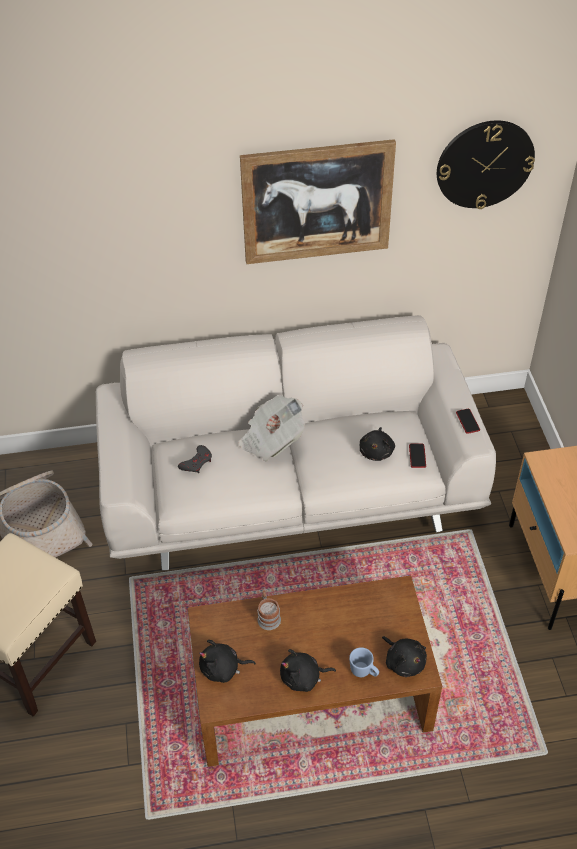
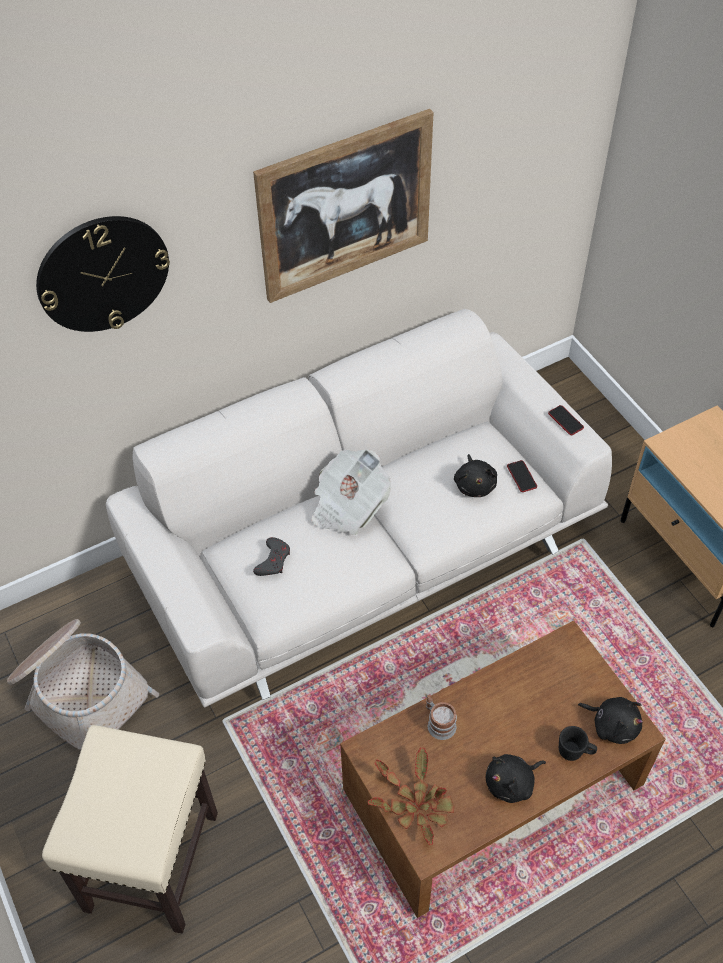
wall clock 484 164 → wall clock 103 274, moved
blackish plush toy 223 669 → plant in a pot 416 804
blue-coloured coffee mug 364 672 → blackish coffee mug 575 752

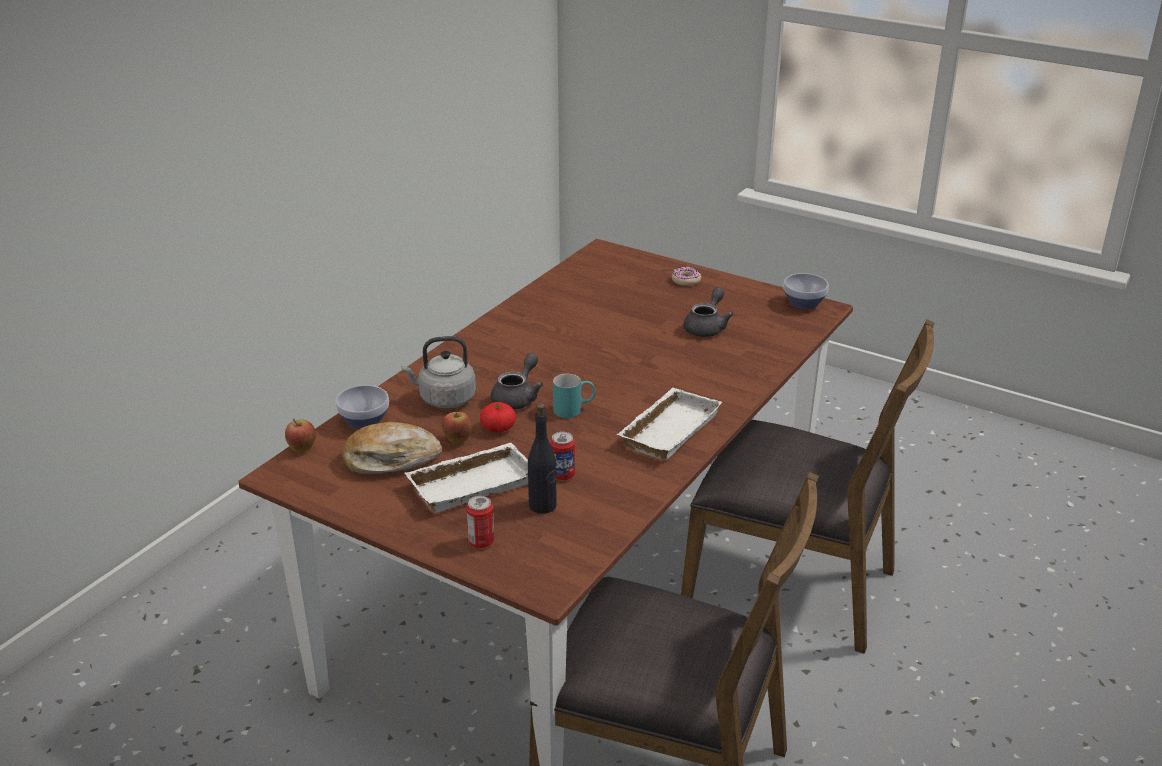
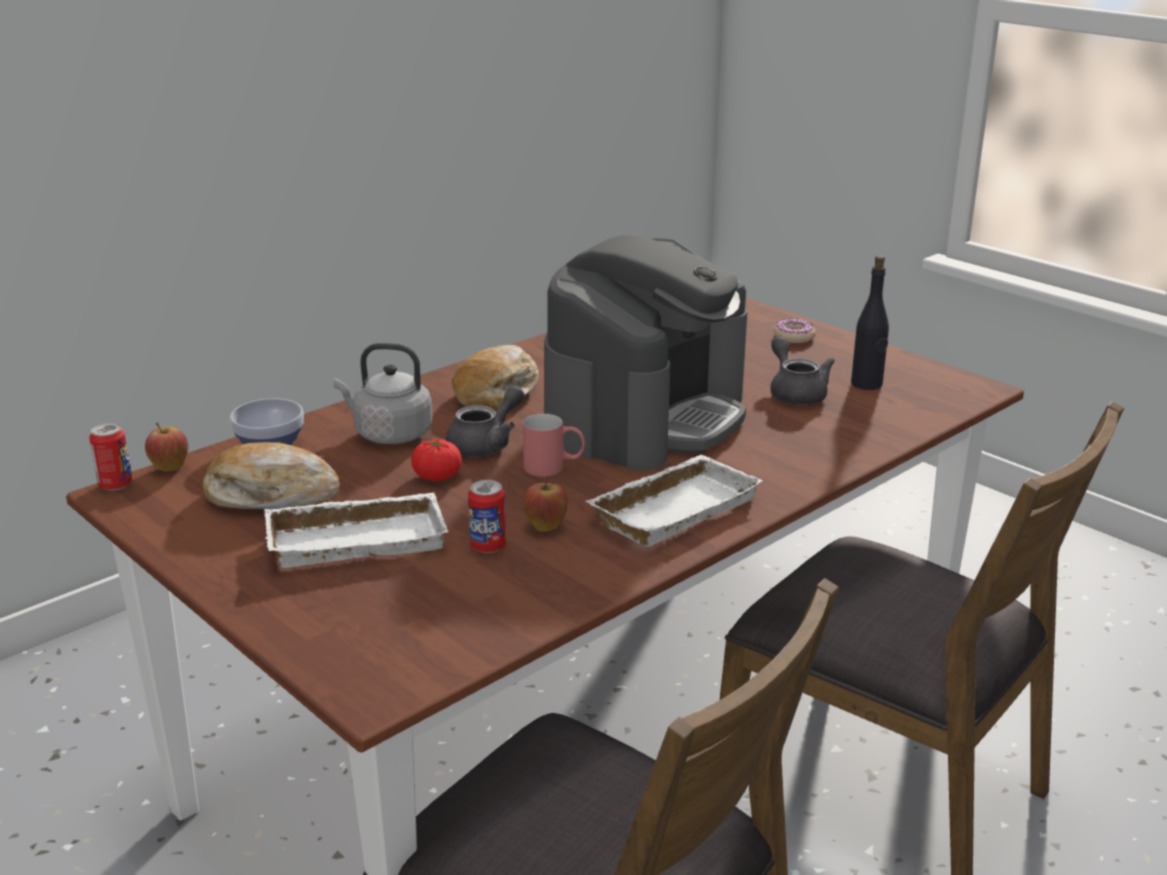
can 481 542 → can 115 485, moved
- → baked bread 497 392
turquoise-coloured coffee mug 574 410 → red coffee mug 554 467
whole apple 457 441 → whole apple 545 527, moved
- → coffee machine 646 416
gray tea pot 707 327 → gray tea pot 795 392, 60 degrees counterclockwise
blackish beverage bottle 543 506 → blackish beverage bottle 867 384, moved
bowl 804 304 → -

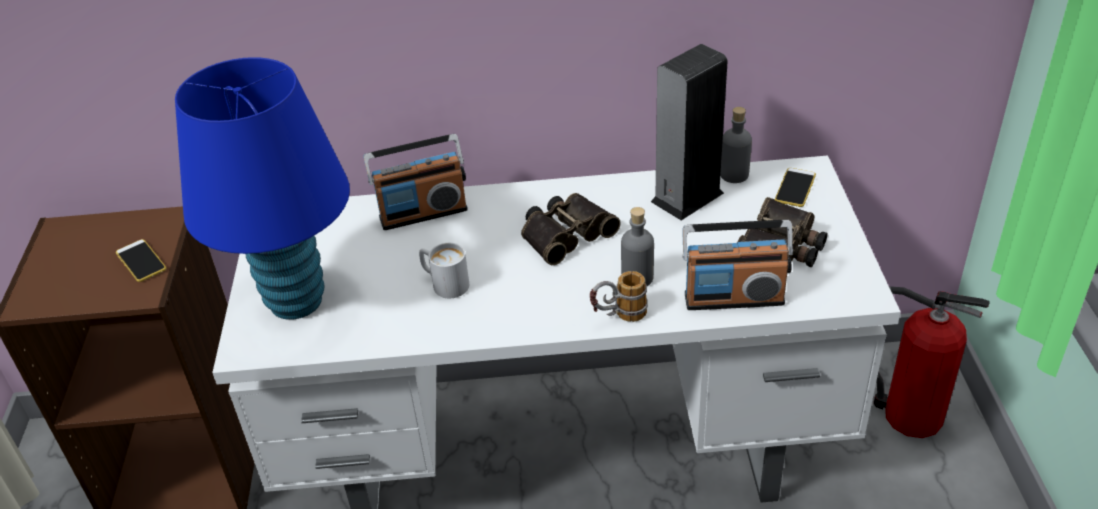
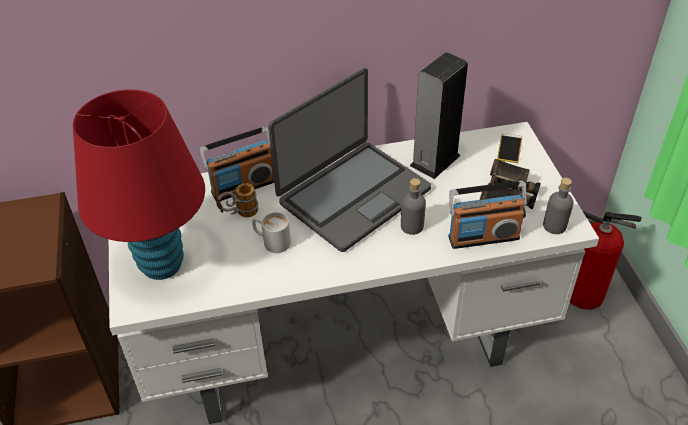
blue-coloured table lamp 296 301 → red table lamp 162 265
coffee mug 618 316 → coffee mug 239 214, moved
pair of binoculars 565 233 → notebook computer 353 195
gray beverage bottle 734 174 → gray beverage bottle 554 226, moved
telephone 141 261 → -

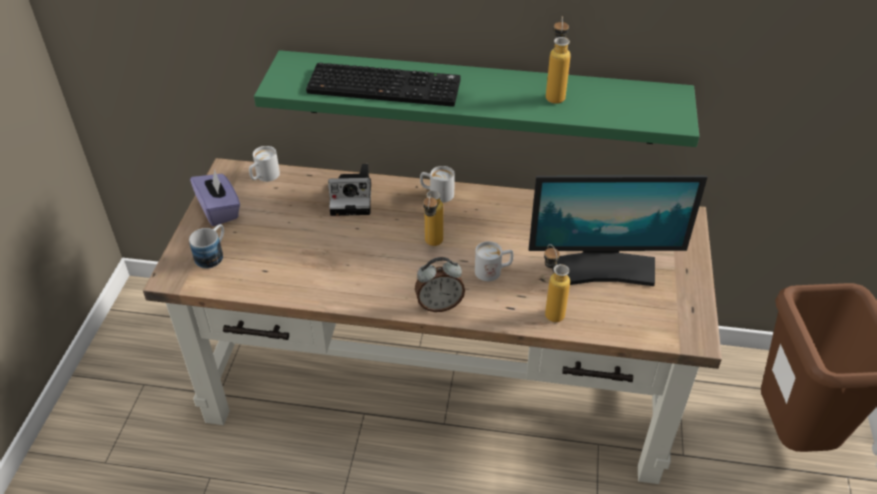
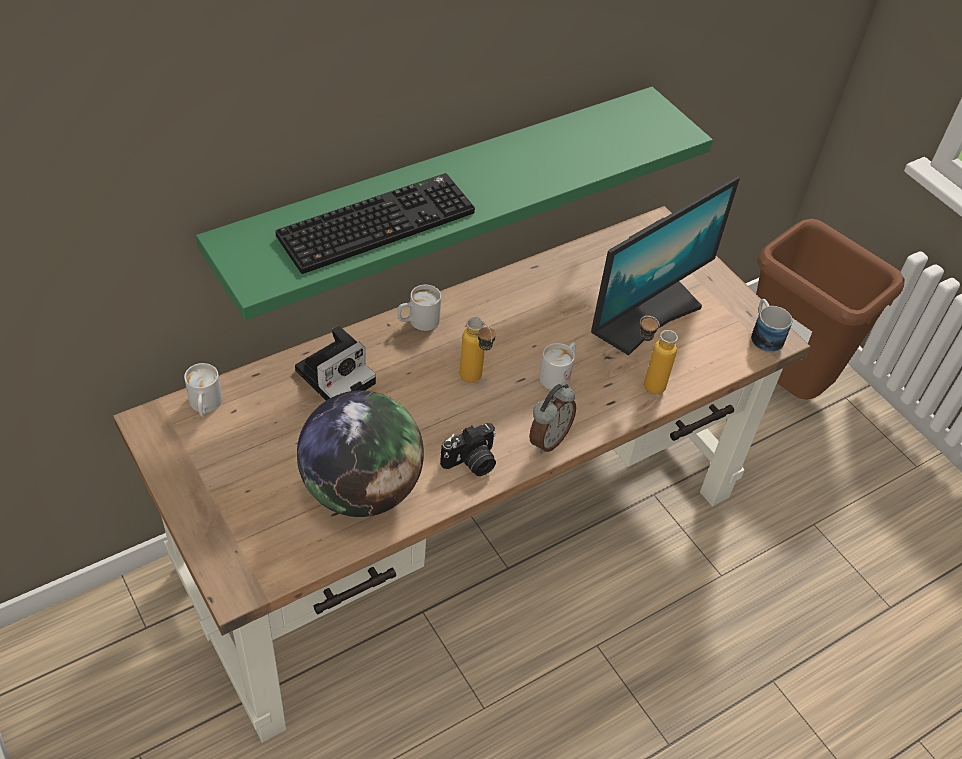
- → desk globe 361 489
- → still camera 471 462
coffee mug 213 254 → coffee mug 764 335, moved
purplish box of tissues 219 210 → -
beverage bottle 554 94 → -

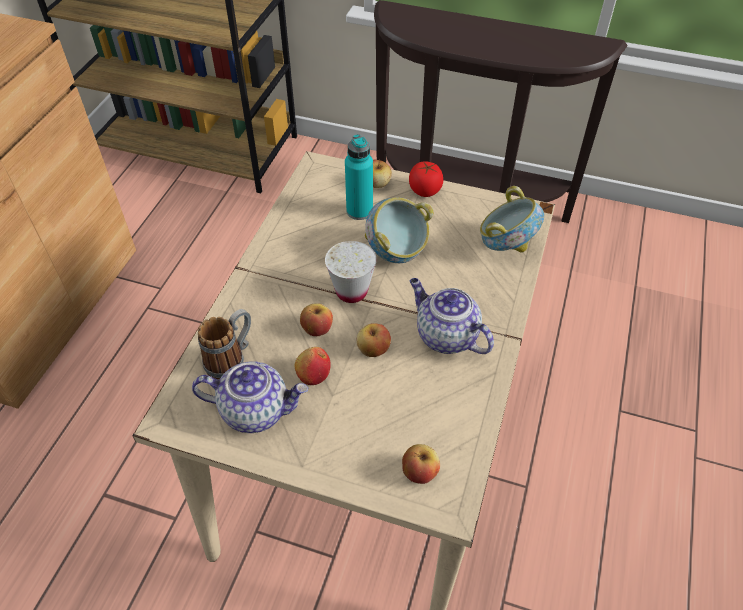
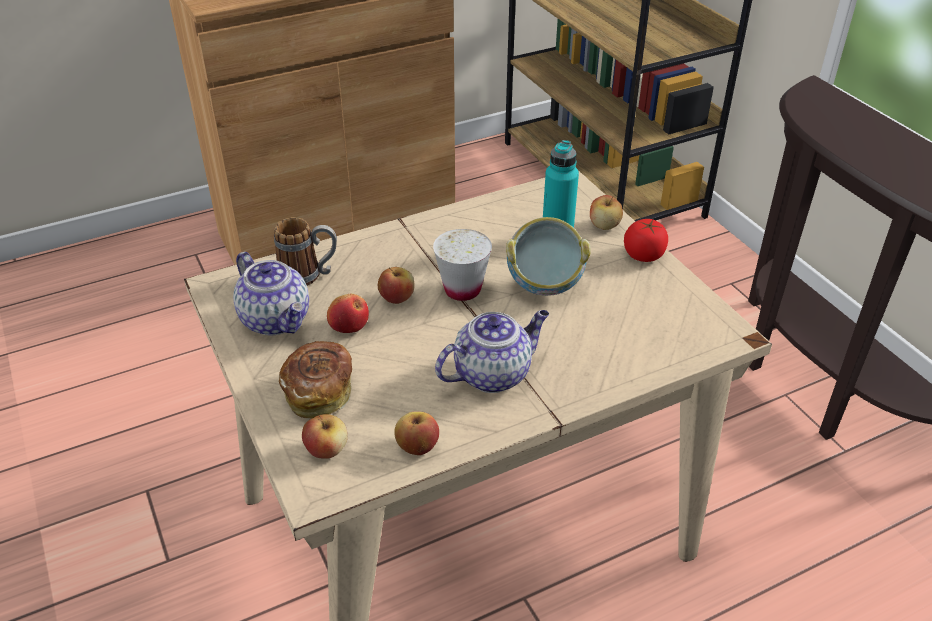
- → baked bread 319 392
whole apple 373 349 → whole apple 417 446, moved
tea pot 445 336 → tea pot 493 373, 60 degrees clockwise
bowl 506 245 → -

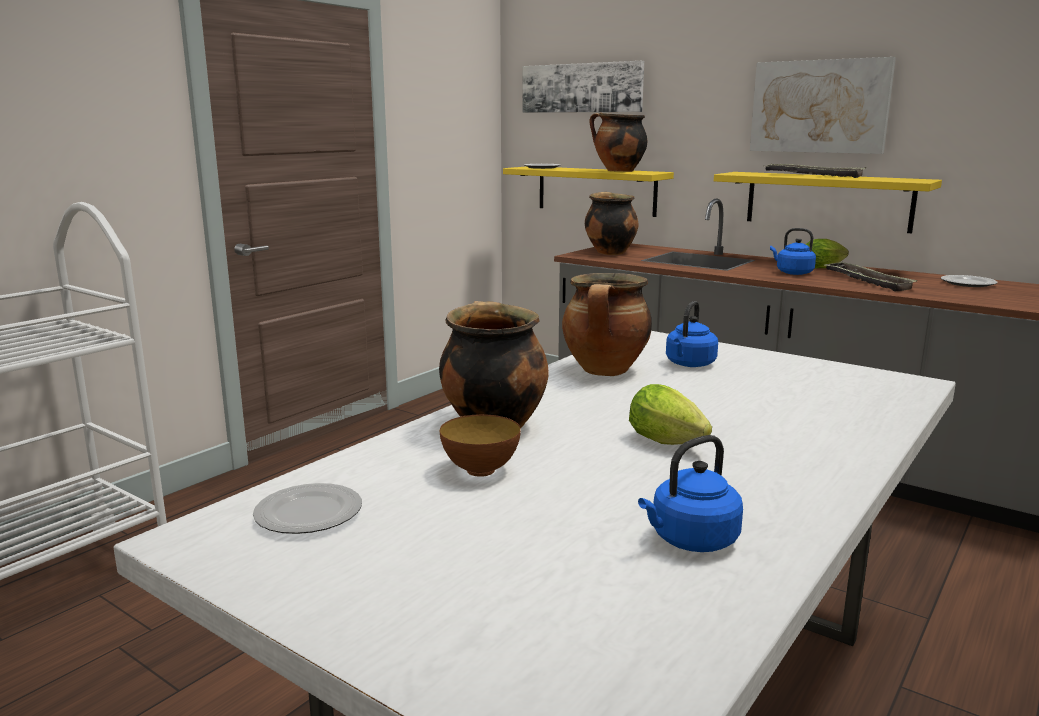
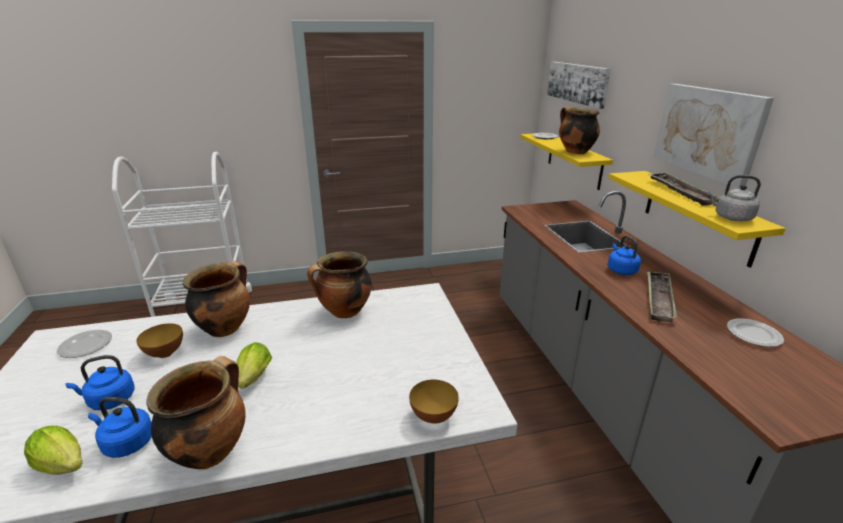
head of lettuce 824 268 → head of lettuce 65 466, moved
blue-coloured tea kettle 689 364 → blue-coloured tea kettle 109 400, moved
saucepot 609 252 → saucepot 210 450, moved
- → bowl 433 416
- → gray tea kettle 730 217

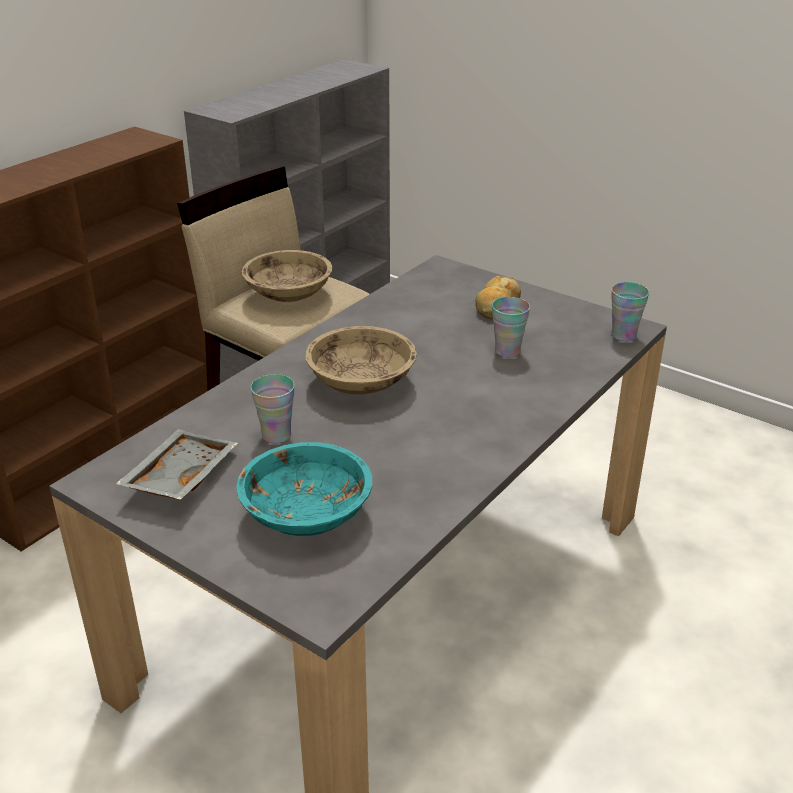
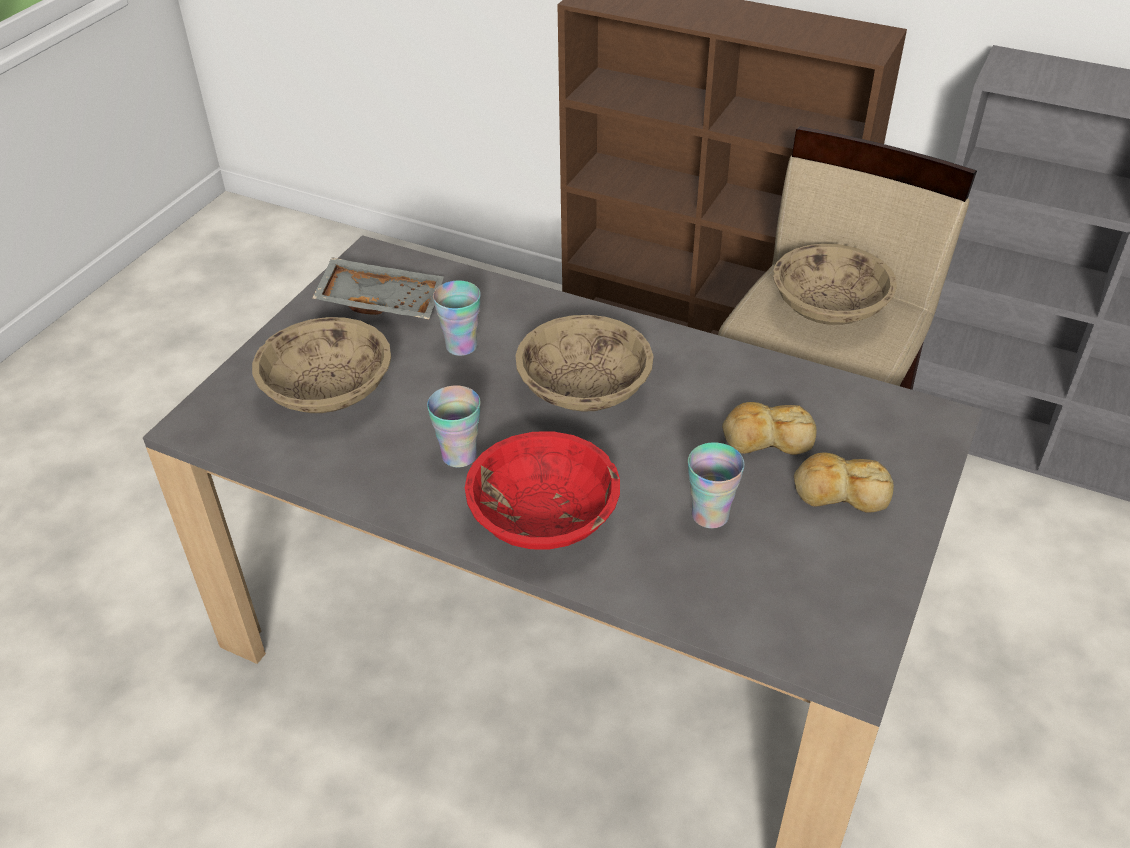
turquoise-coloured bowl 306 514 → sand-coloured bowl 328 391
cup 623 335 → cup 459 455, moved
- → red bowl 544 518
- → baked bread 766 439

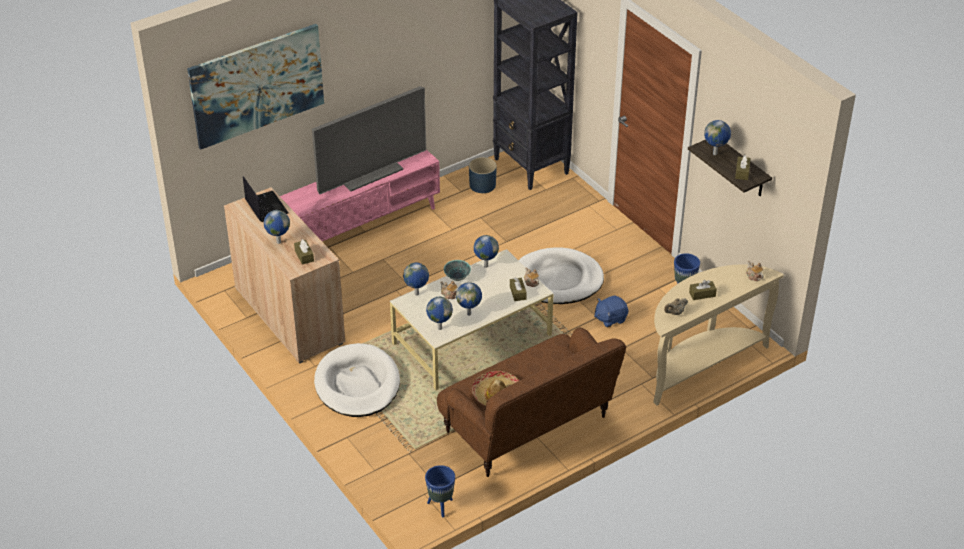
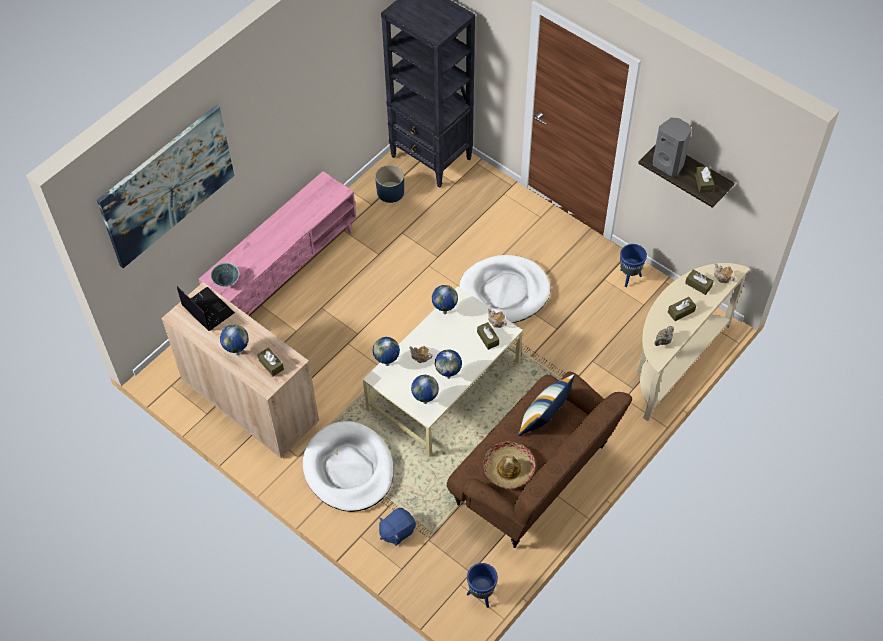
bowl 457 277 → bowl 226 281, moved
blue-coloured plush toy 610 318 → blue-coloured plush toy 397 531, moved
- → throw pillow 544 419
desk globe 715 154 → gray speaker 669 164
- → brown box of tissues 698 285
TV 369 172 → -

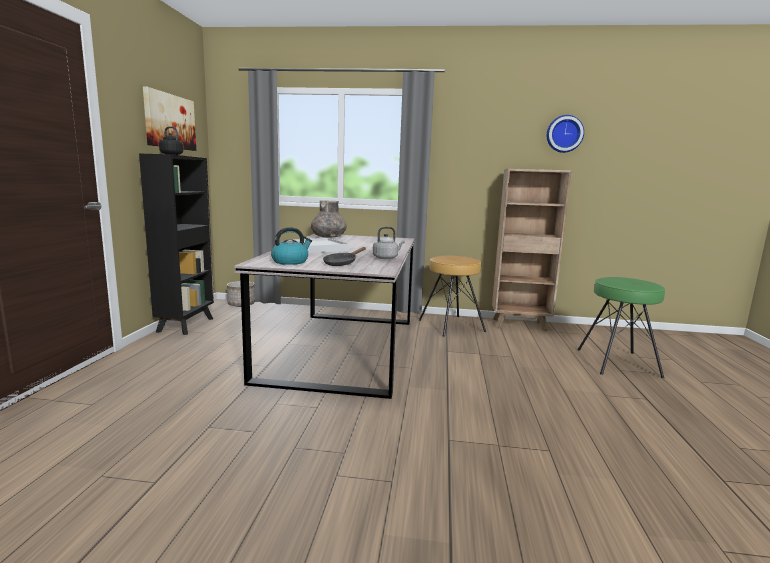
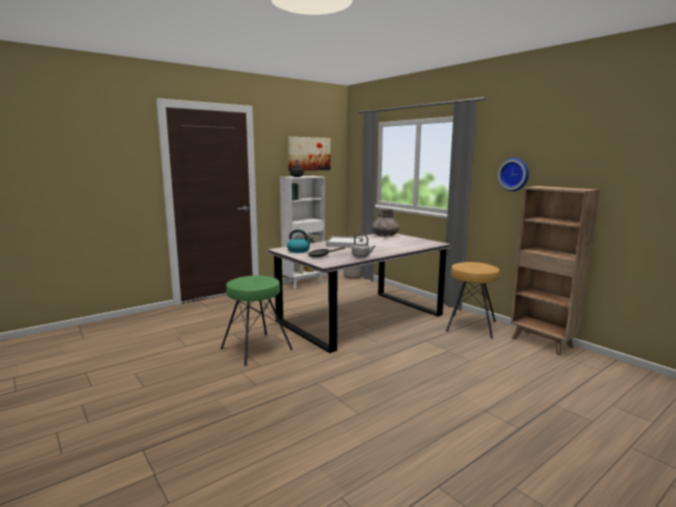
greenish stool 617 363 → greenish stool 256 348, moved
blackish bookcase 186 324 → whitish bookcase 304 283
wall clock 564 134 → wall clock 514 174, moved

